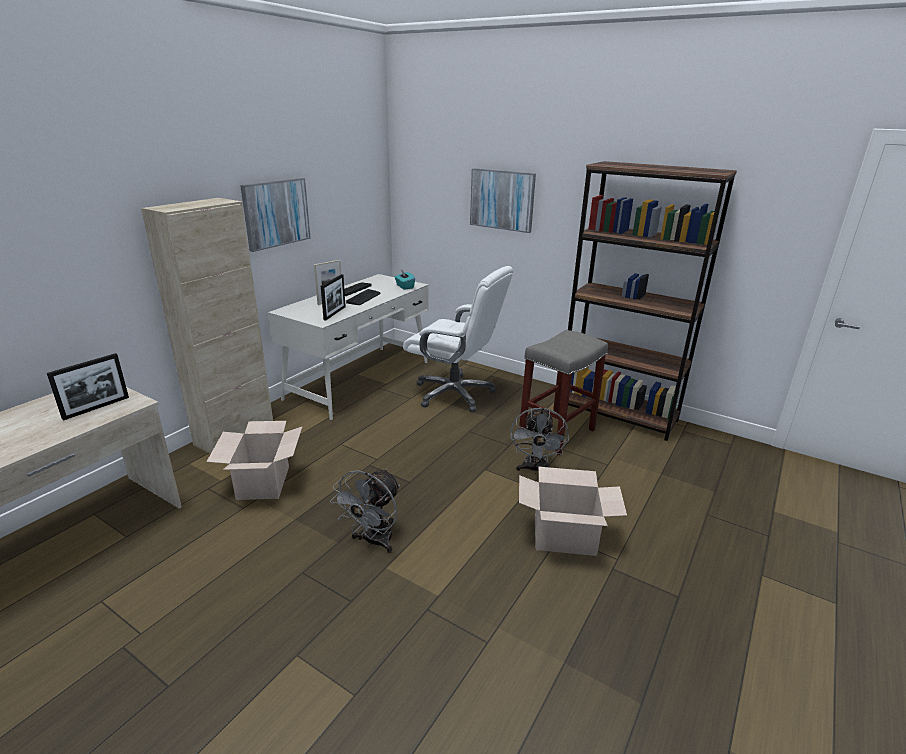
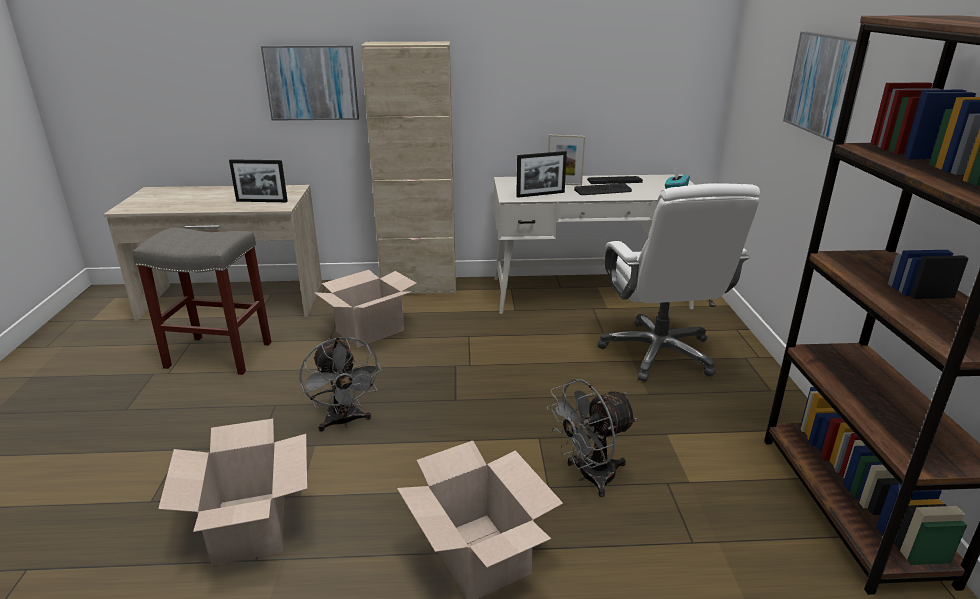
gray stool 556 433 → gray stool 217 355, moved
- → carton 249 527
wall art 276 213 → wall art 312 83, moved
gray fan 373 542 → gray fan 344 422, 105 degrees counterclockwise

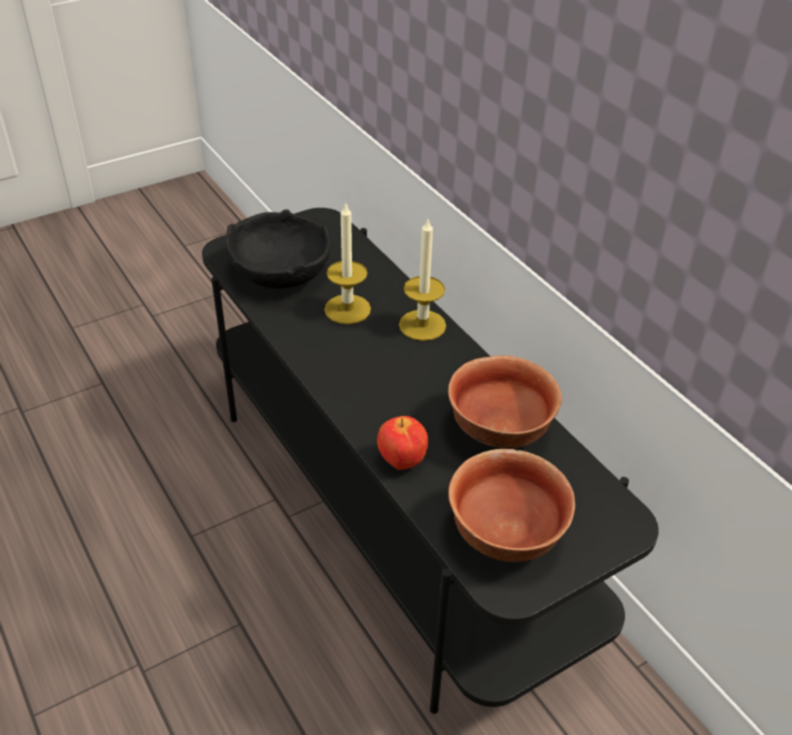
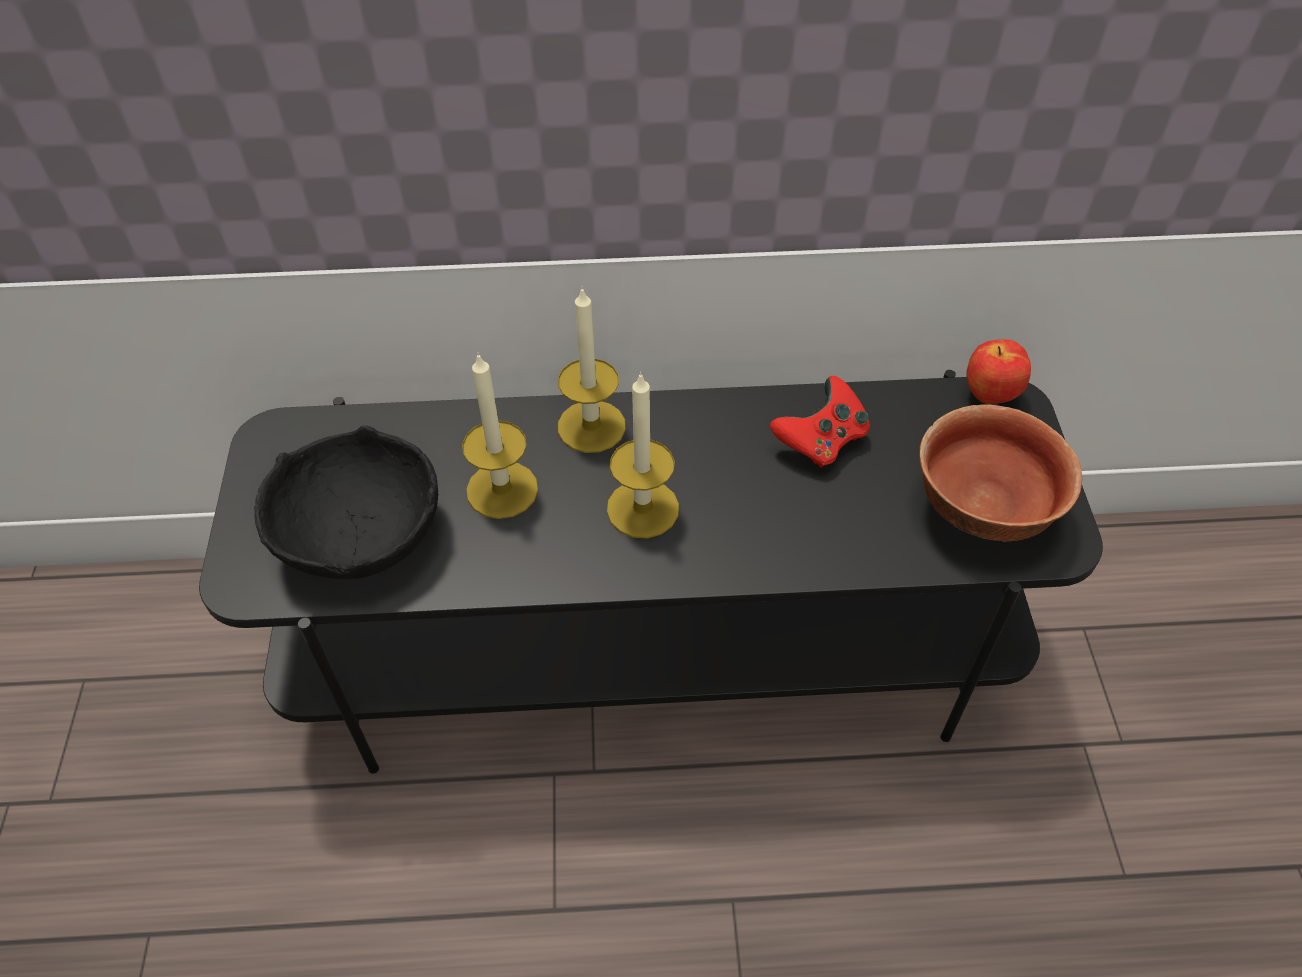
- → candle 643 508
bowl 497 430 → red gamepad 821 440
whole apple 401 461 → whole apple 990 396, moved

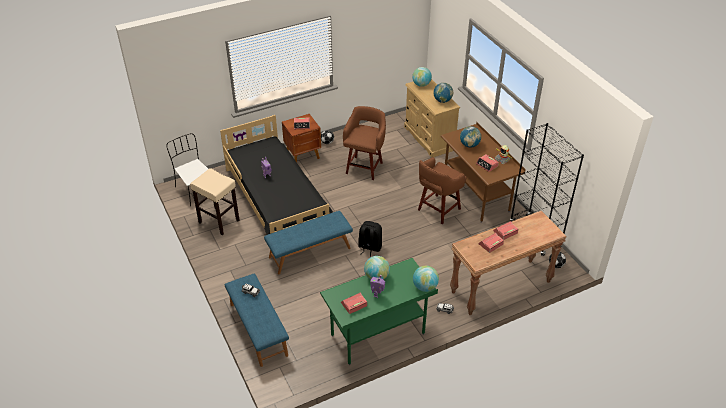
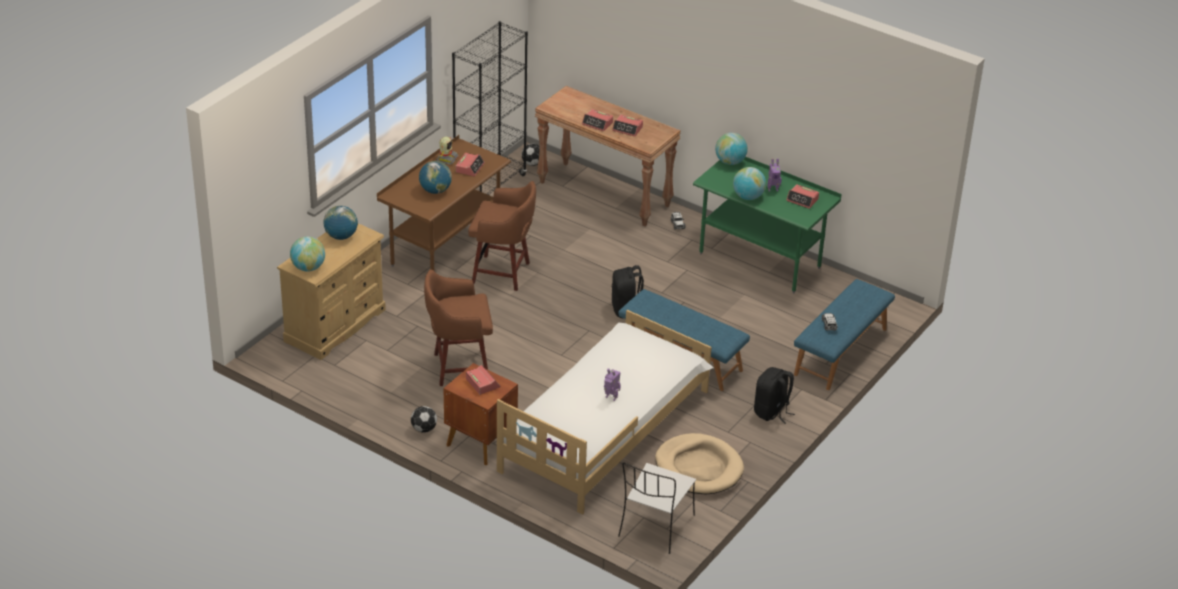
blackish bedroom bed 277 199 → whitish bedroom bed 604 429
sand-coloured stool 219 221 → sand-coloured pet bed 699 468
- → blackish rucksack 772 412

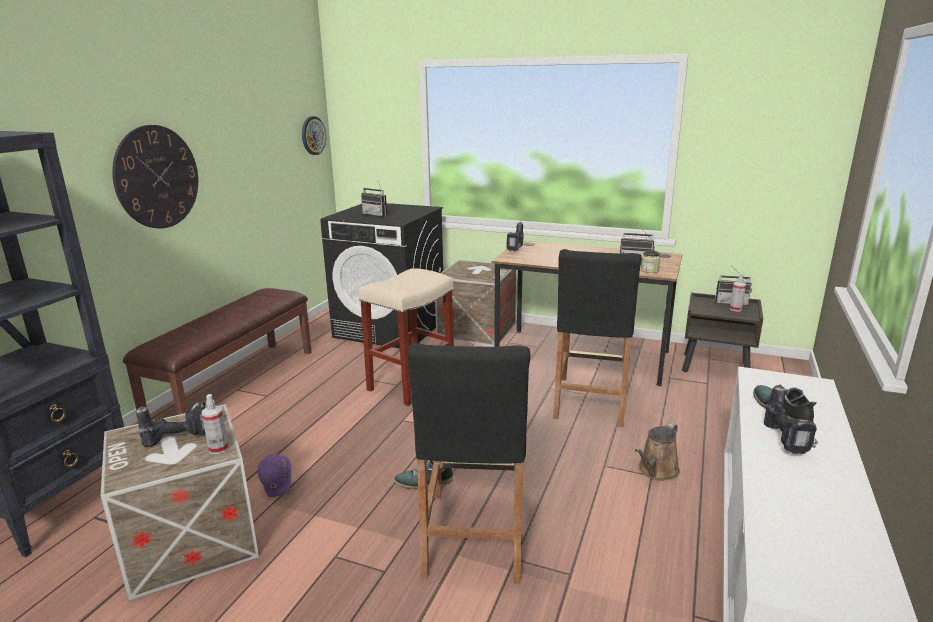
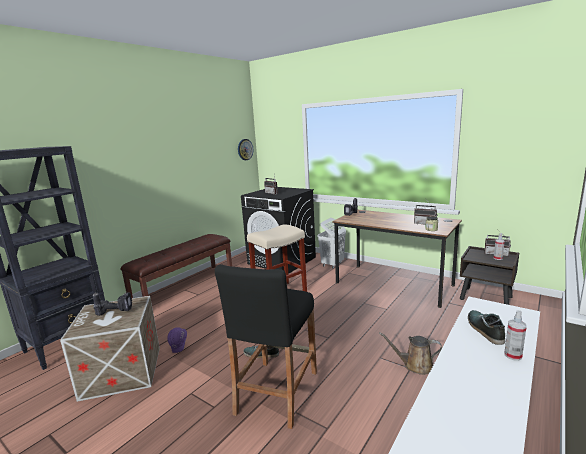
shipping crate 476 330 → whitish laundry basket 332 264
brown watering pot 656 471 → brown watering pot 415 365, 45 degrees clockwise
hand sprayer 218 449 → hand sprayer 513 355, moved
wall clock 157 177 → -
blackish stool 590 401 → -
power drill 786 441 → -

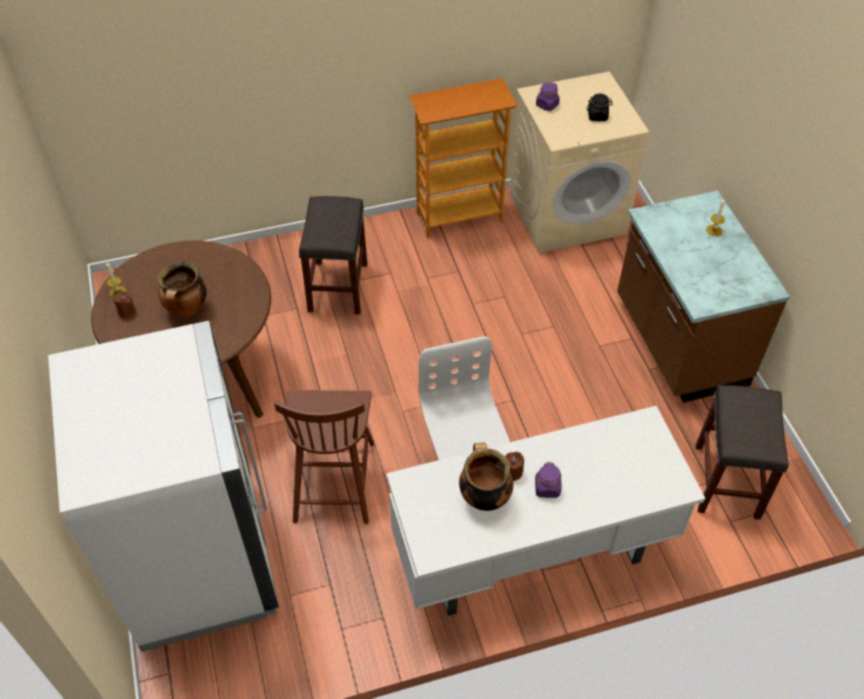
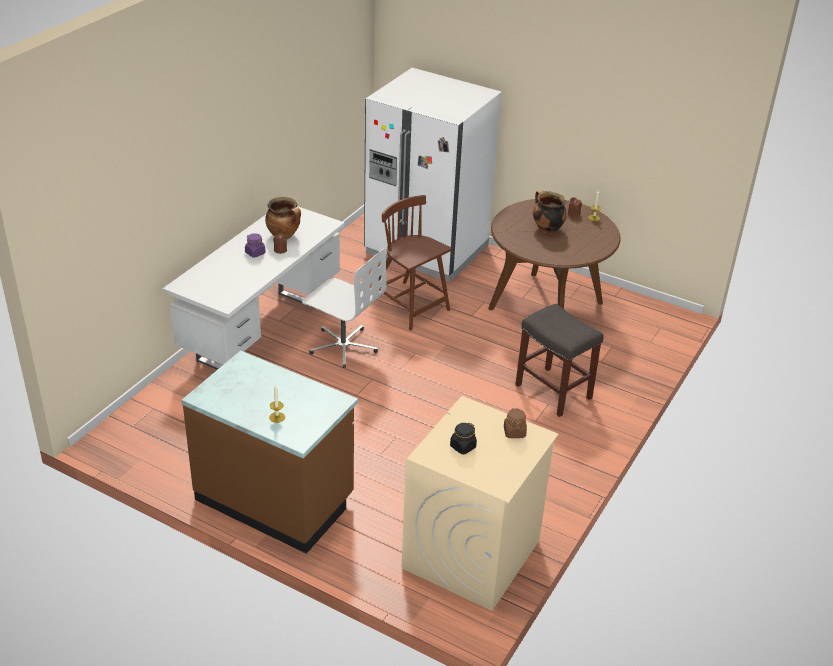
purplish jar 547 105 → brown jar 514 432
bookcase 459 216 → -
gray stool 726 480 → -

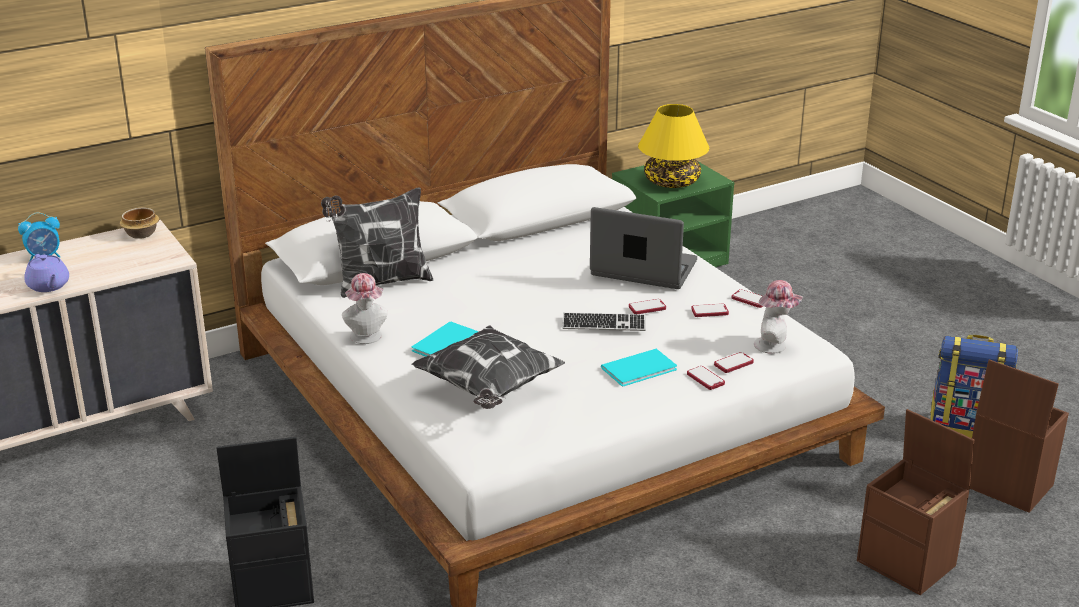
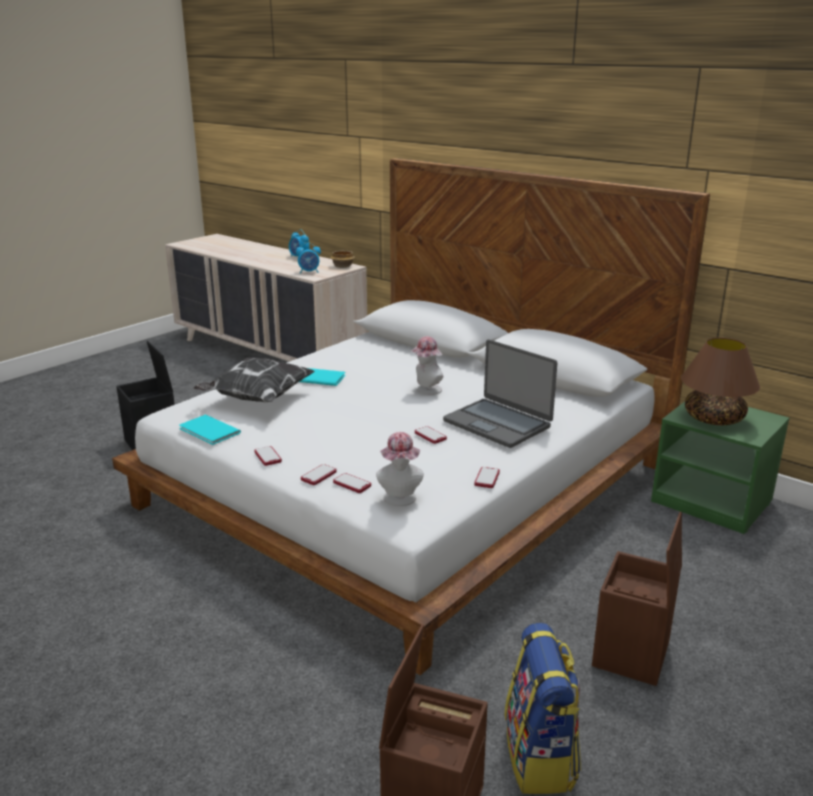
turquoise-coloured book 641 369 → turquoise-coloured book 209 431, moved
telephone 709 311 → telephone 268 457, moved
- → bedside clock 309 272
hat 367 338 → hat 426 390, moved
notebook computer 643 269 → notebook computer 497 423, 135 degrees clockwise
brown storage box 908 563 → brown storage box 632 654, moved
yellow-coloured table lamp 672 182 → brown table lamp 714 419
purplish tea pot 48 286 → -
throw pillow 380 283 → -
PC keyboard 604 324 → -

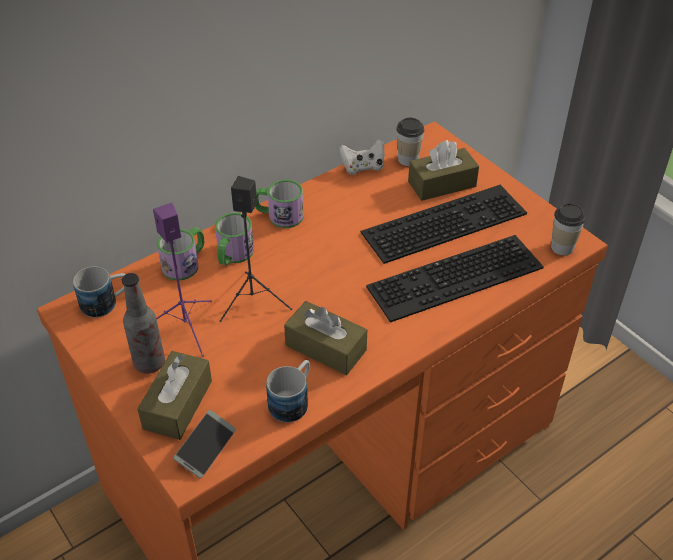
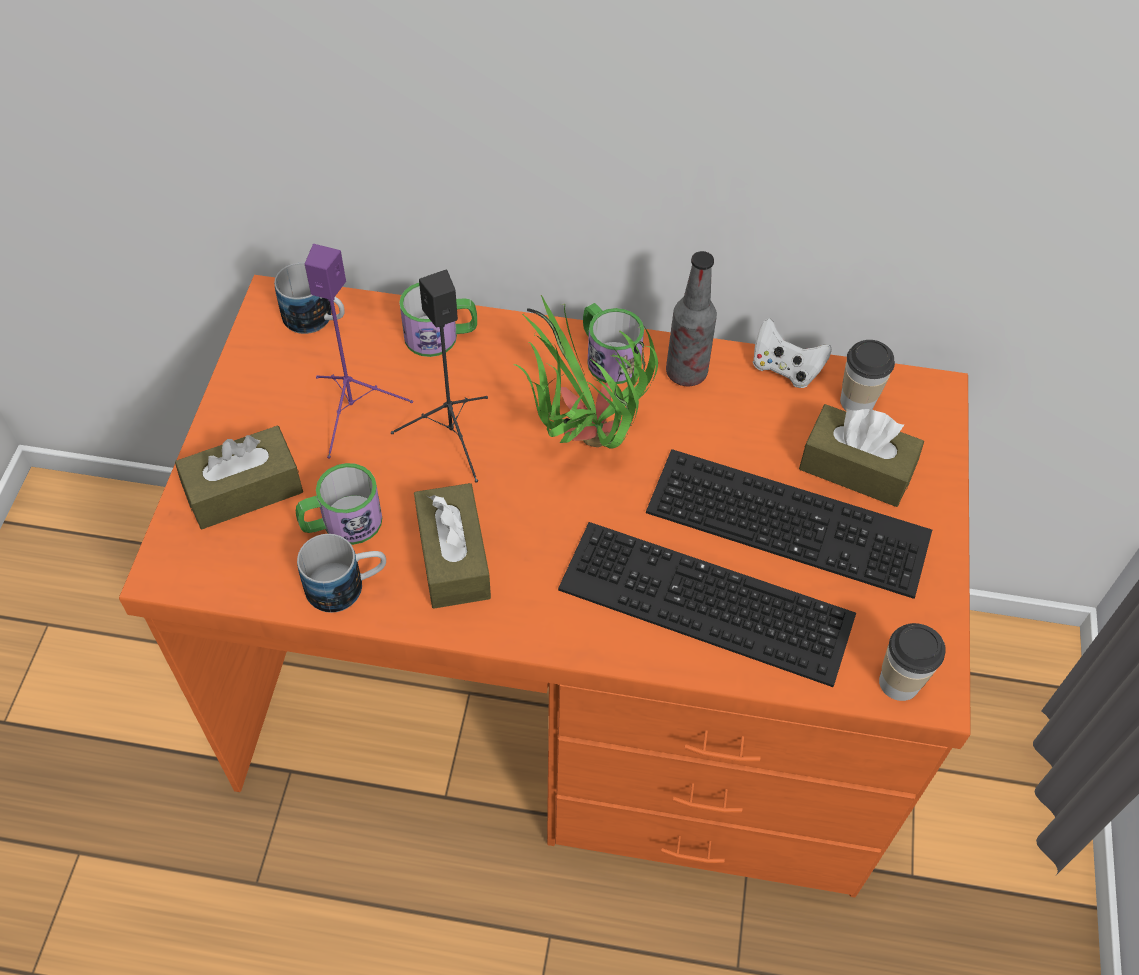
coffee mug 233 255 → coffee mug 341 523, moved
- → plant in a pot 580 446
beverage bottle 149 363 → beverage bottle 686 373, moved
telephone 206 448 → -

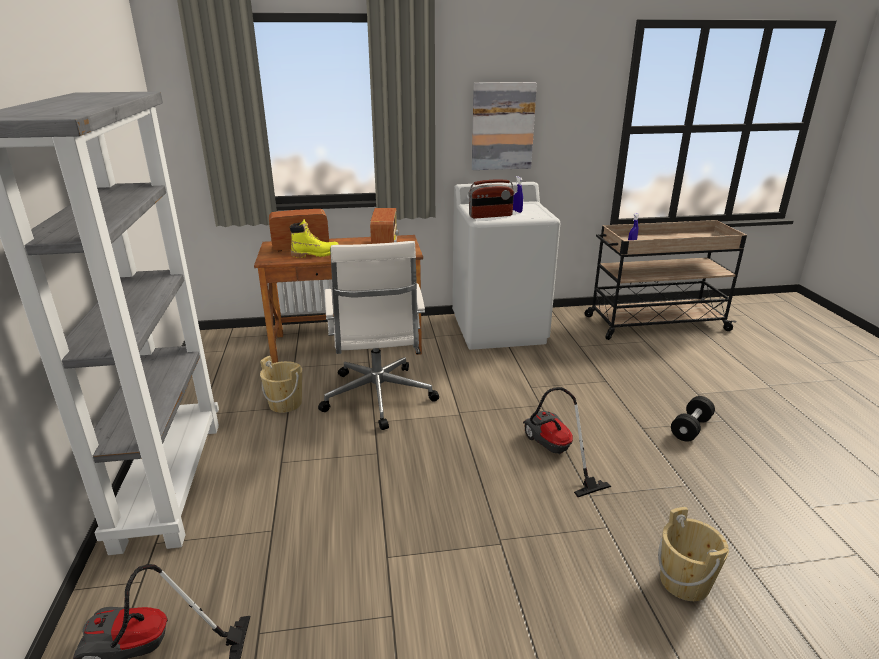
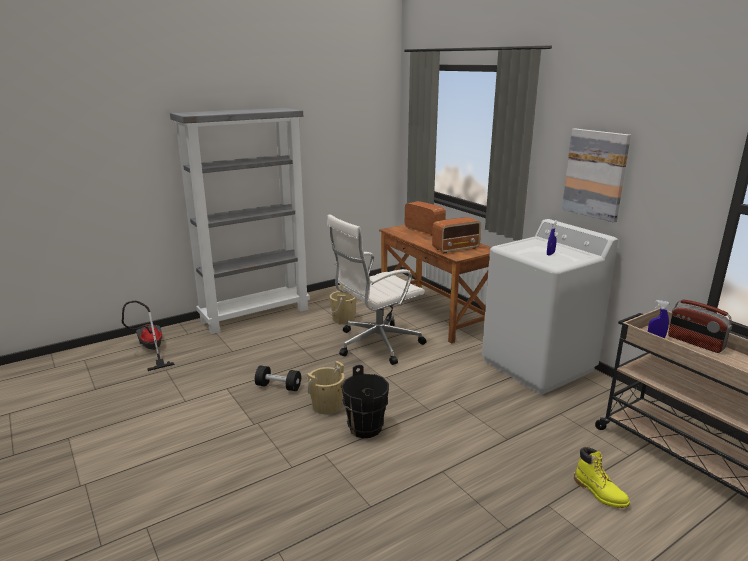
blackish hand weight 690 428 → blackish hand weight 278 386, moved
sand-coloured pail 684 581 → sand-coloured pail 327 406, moved
vacuum cleaner 553 453 → blackish pail 366 428
yellow-coloured high-top boot 316 254 → yellow-coloured high-top boot 599 493, moved
radio 490 216 → radio 695 343, moved

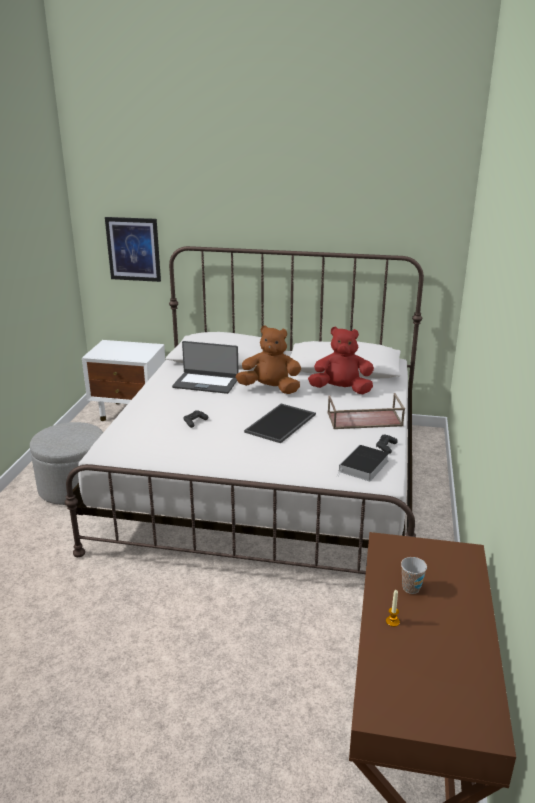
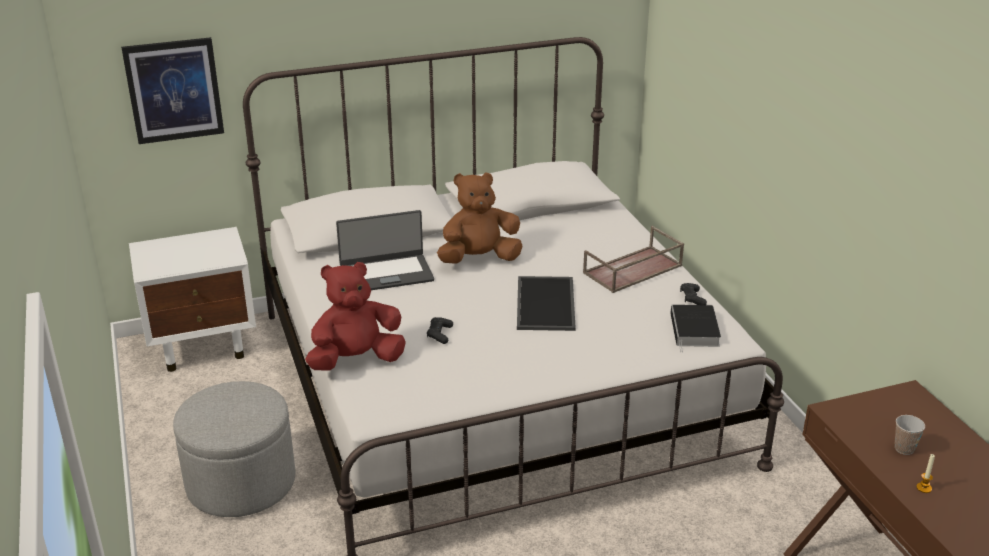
red plush toy 341 390 → red plush toy 356 360, moved

